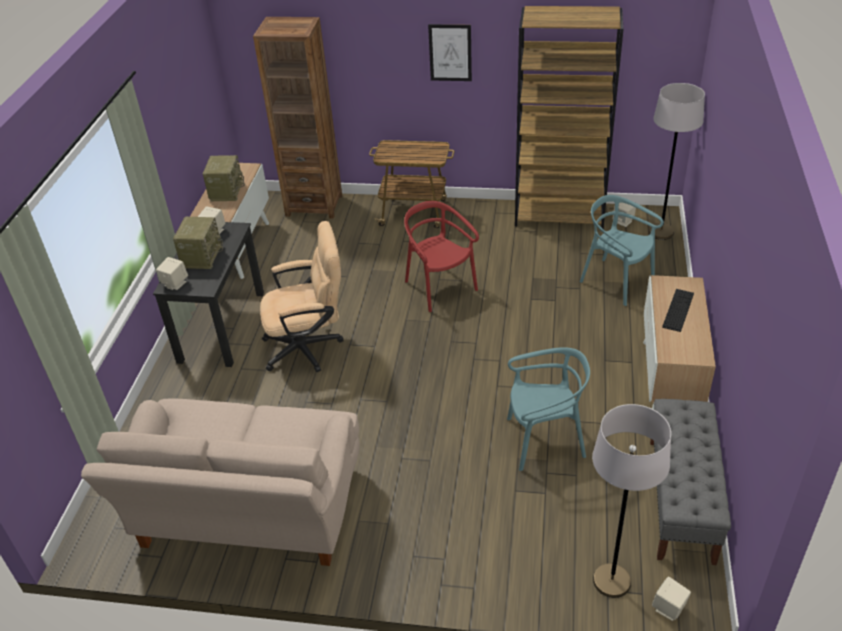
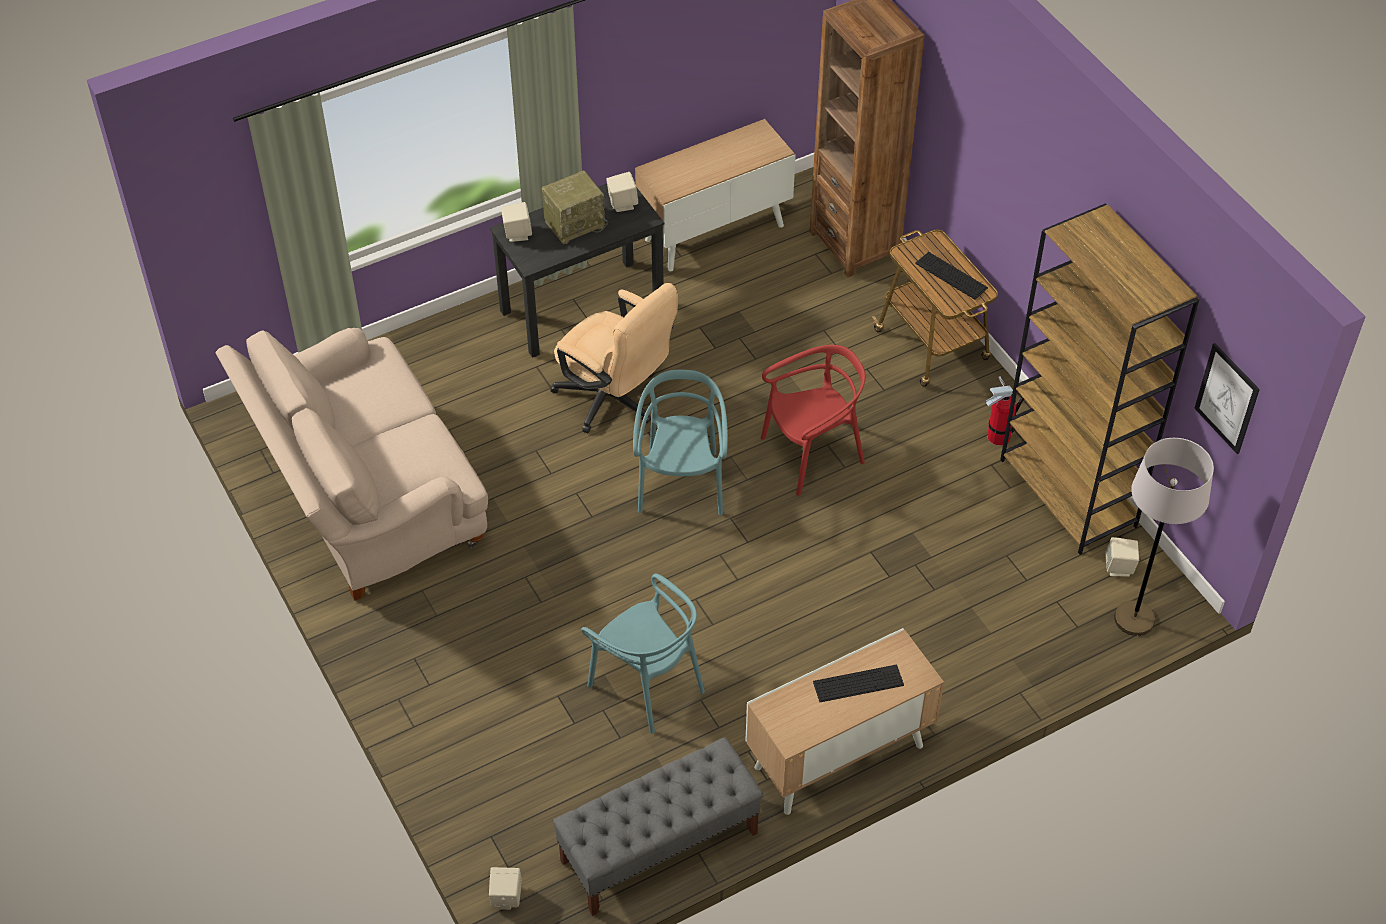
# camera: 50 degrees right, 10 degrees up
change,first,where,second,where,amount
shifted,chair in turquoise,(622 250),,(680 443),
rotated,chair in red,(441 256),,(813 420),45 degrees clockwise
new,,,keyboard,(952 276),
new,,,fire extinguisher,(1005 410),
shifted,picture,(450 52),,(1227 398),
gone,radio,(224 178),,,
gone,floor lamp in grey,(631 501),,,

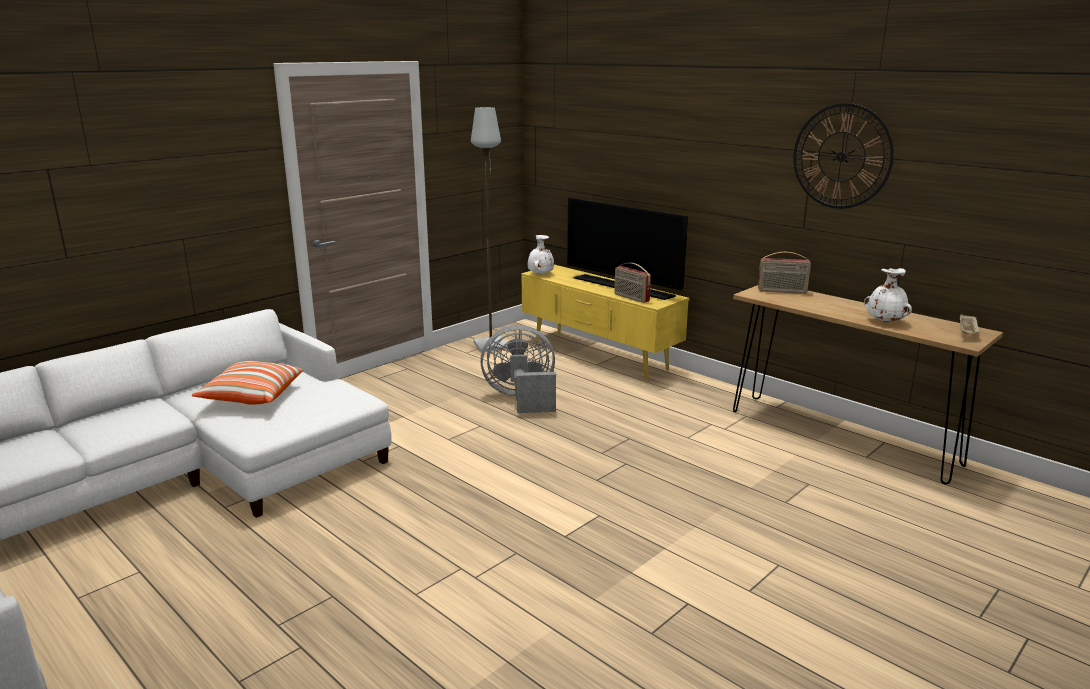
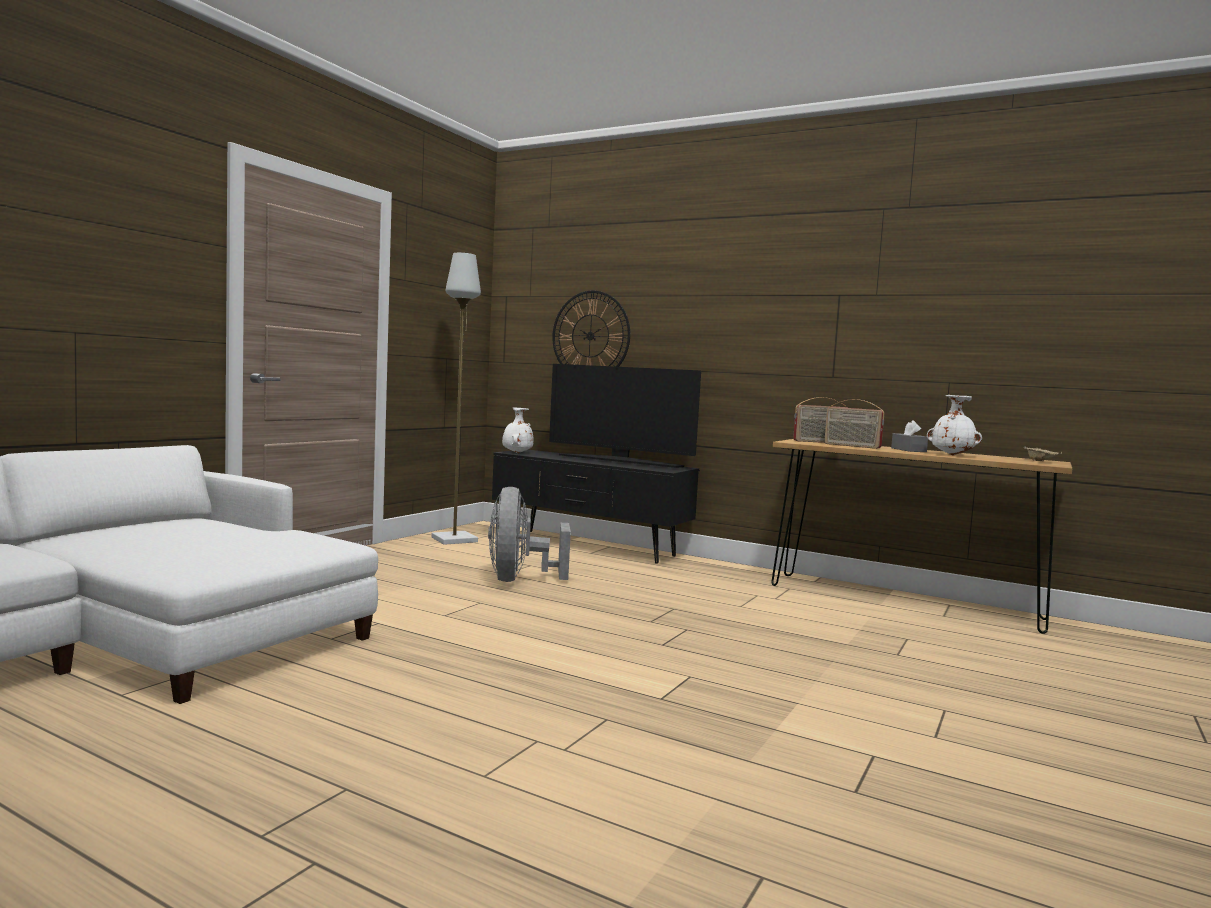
# camera: 15 degrees left, 15 degrees down
change,first,where,second,where,amount
rotated,fan in grey,(518 369),,(529 534),75 degrees counterclockwise
repainted,tv stand in yellow,(605 322),tv stand in black,(596 507),
shifted,wall clock,(843 156),,(591 328),
shifted,radio,(632 283),,(854 424),
new,,,tissue box in grey,(909 436),
gone,pillow,(247 383),,,

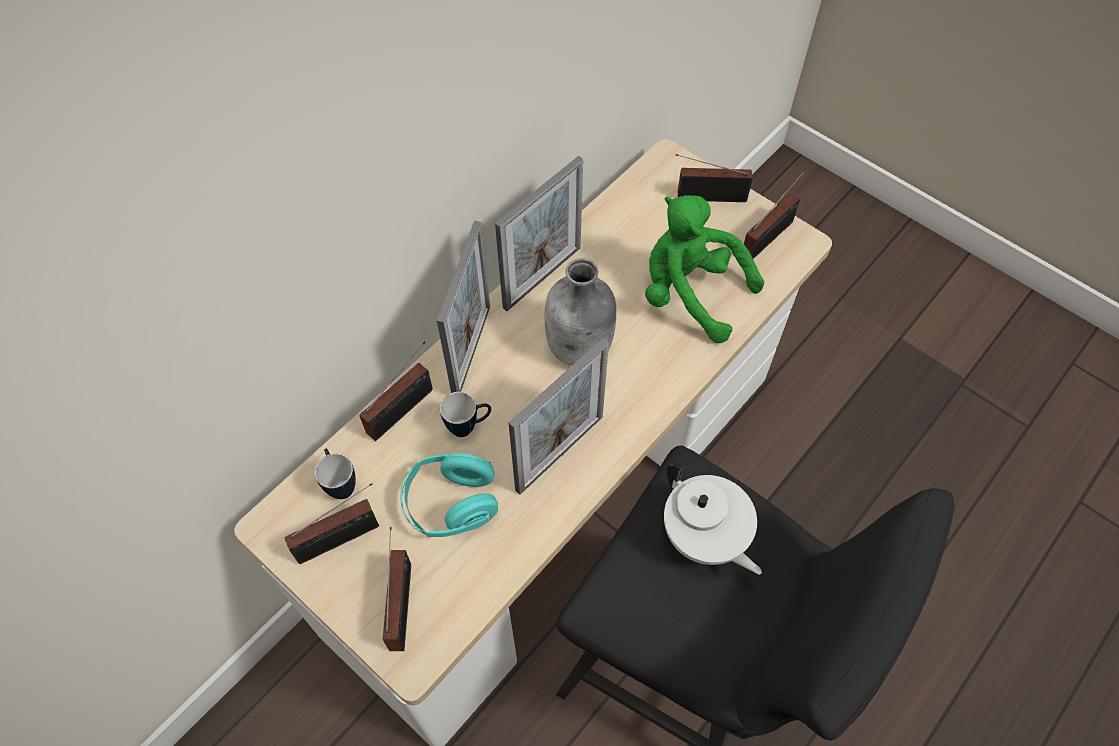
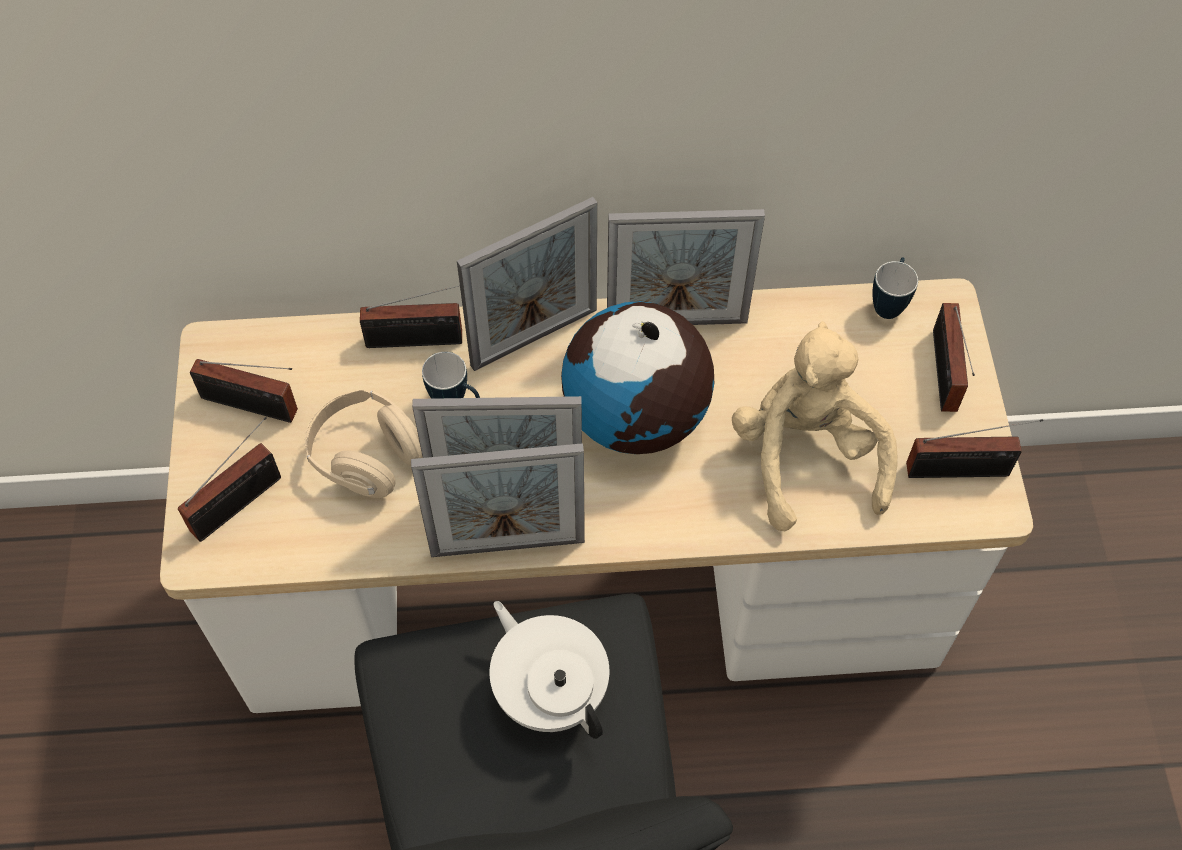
# camera: 45 degrees right, 0 degrees up
change,first,where,second,where,amount
repainted,headphones in turquoise,(449 495),headphones in beige,(363 444),
new,,,picture frame,(498 500),
rotated,teapot in white,(713 519),,(549 670),135 degrees clockwise
swapped,bottle in grey,(580 312),globe,(637 377),
repainted,plush toy in green,(704 269),plush toy in beige,(814 426),
shifted,mug,(335 473),,(895 288),
rotated,radio,(714 178),,(954 357),135 degrees counterclockwise

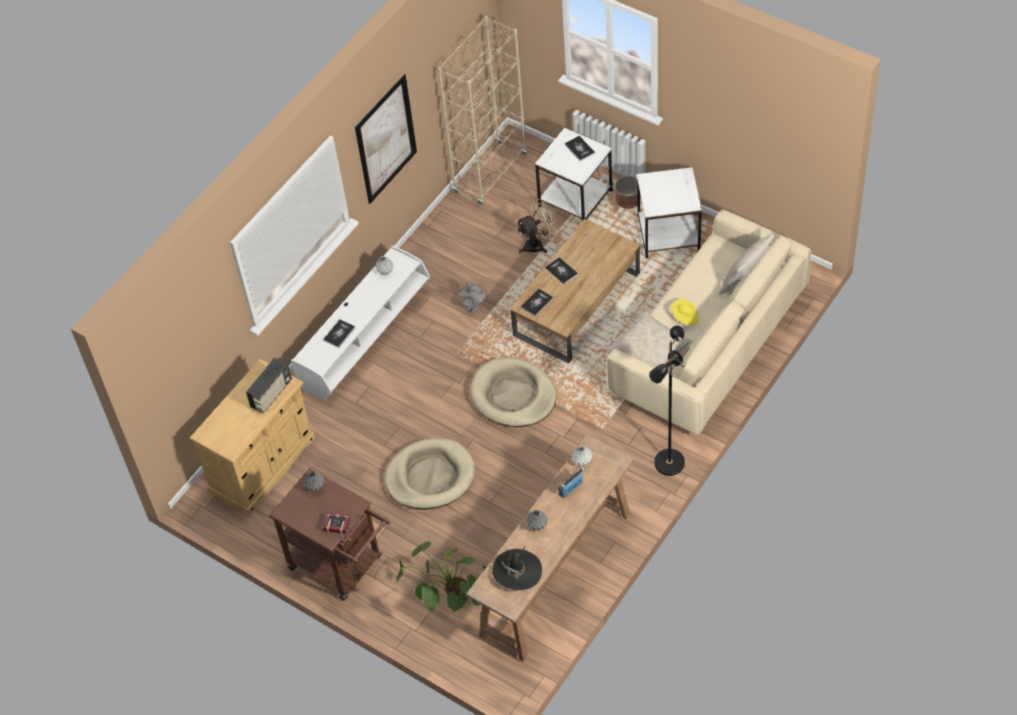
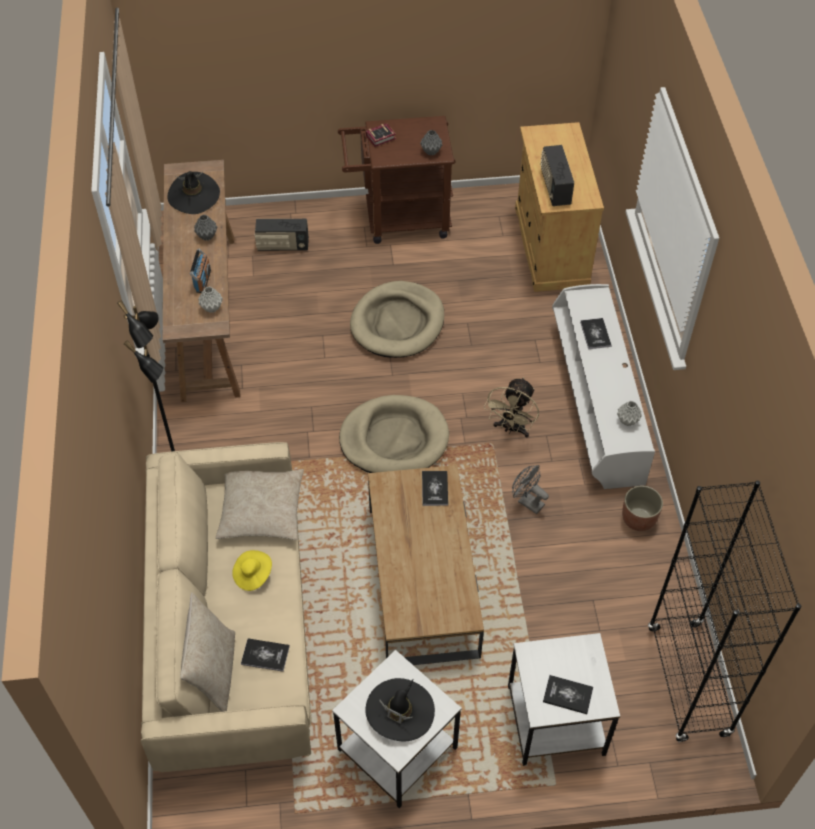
# camera: 135 degrees right, 0 degrees up
change,first,where,second,where,amount
shifted,book,(561 270),,(265 655),
swapped,potted plant,(441 577),radio,(282 235),
new,,,hat in black,(400 709),
shifted,fan in beige,(537 226),,(511 407),
shifted,planter,(627 192),,(642 508),
repainted,bookcase in beige,(482 111),bookcase in black,(724 611),
gone,picture,(386 139),,,

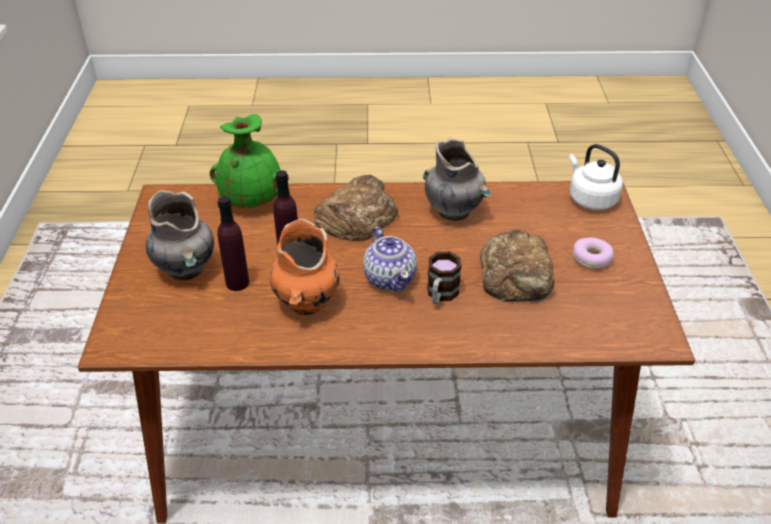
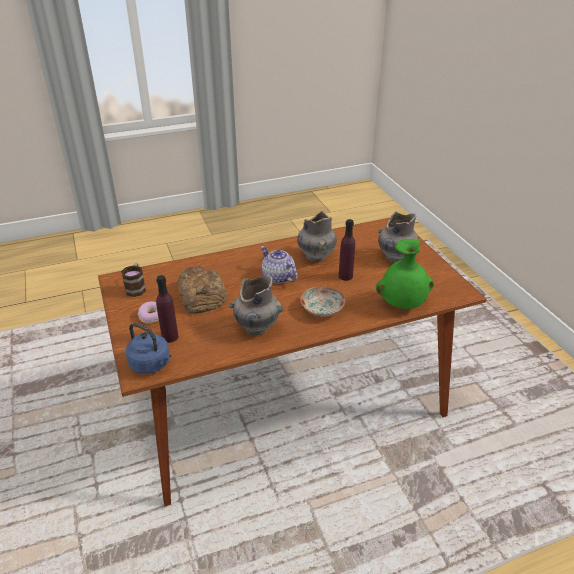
# camera: 160 degrees right, 5 degrees down
change,first,where,second,where,amount
shifted,mug,(444 278),,(133 280),
repainted,kettle in white,(596 177),kettle in blue,(148 348),
shifted,bottle in purple,(233 243),,(167 309),
repainted,vase in orange,(304 267),vase in grey,(317 236),
swapped,bread,(356 208),plate,(322 302),

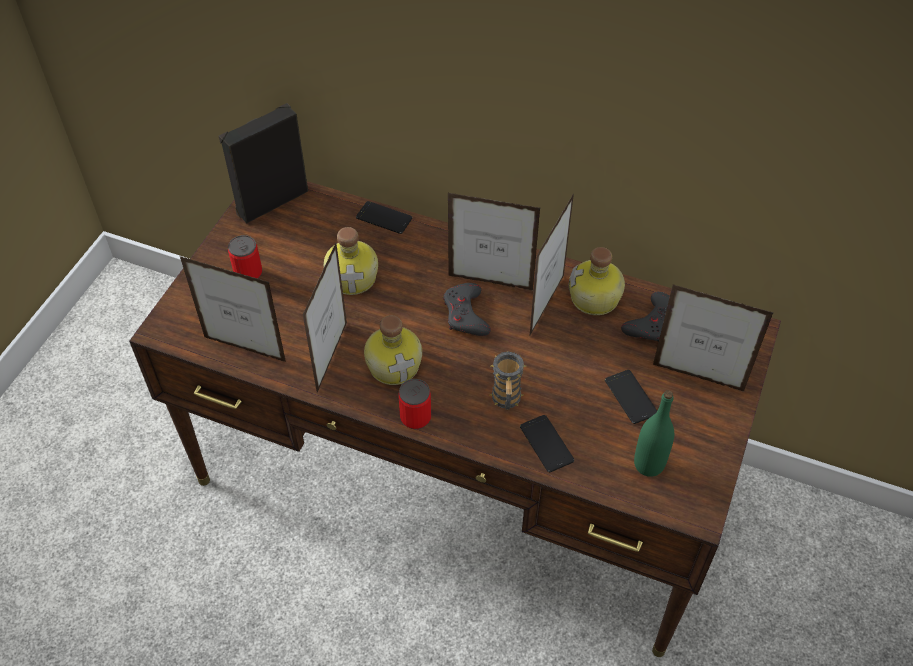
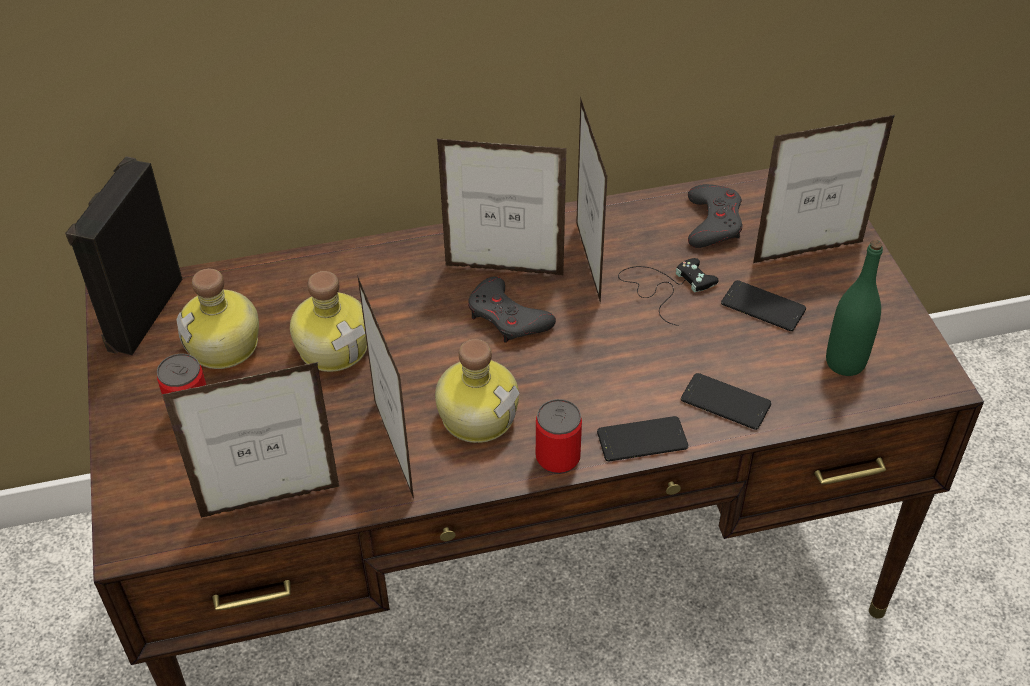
# camera: 35 degrees left, 5 degrees down
change,first,where,second,where,amount
shifted,bottle,(597 281),,(217 318),
rotated,picture frame,(494 242),,(501 206),150 degrees counterclockwise
shifted,phone,(384 217),,(643 438),
new,,,game controller in black,(668 292),
gone,mug,(508 381),,,

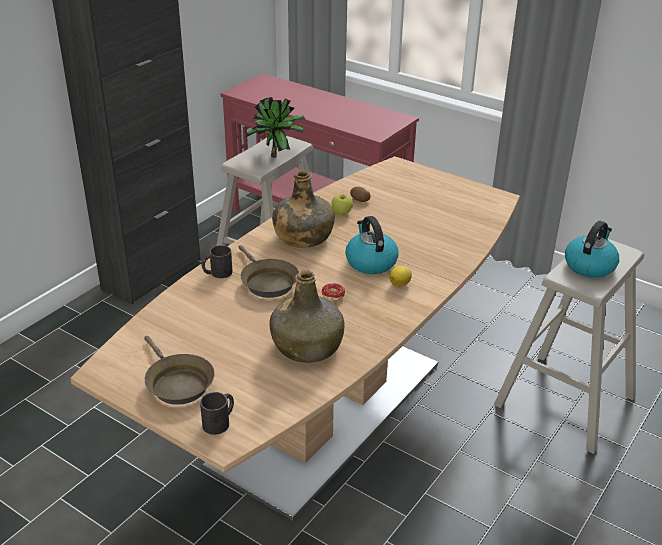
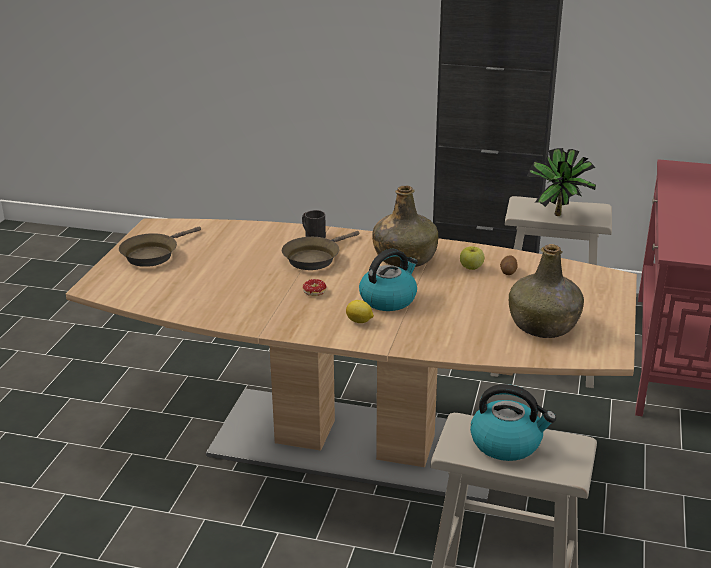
# camera: 70 degrees right, 5 degrees down
change,first,where,second,where,amount
shifted,bottle in green,(307 317),,(546 291),
gone,mug in black,(217 413),,,

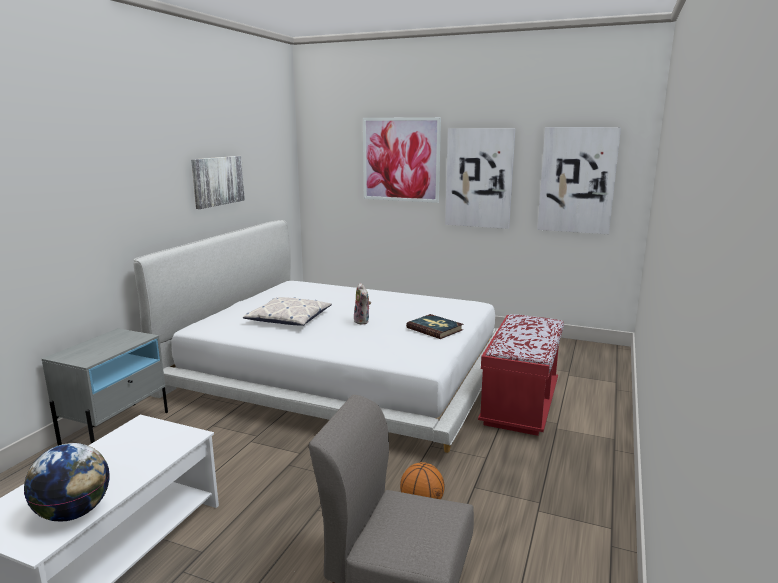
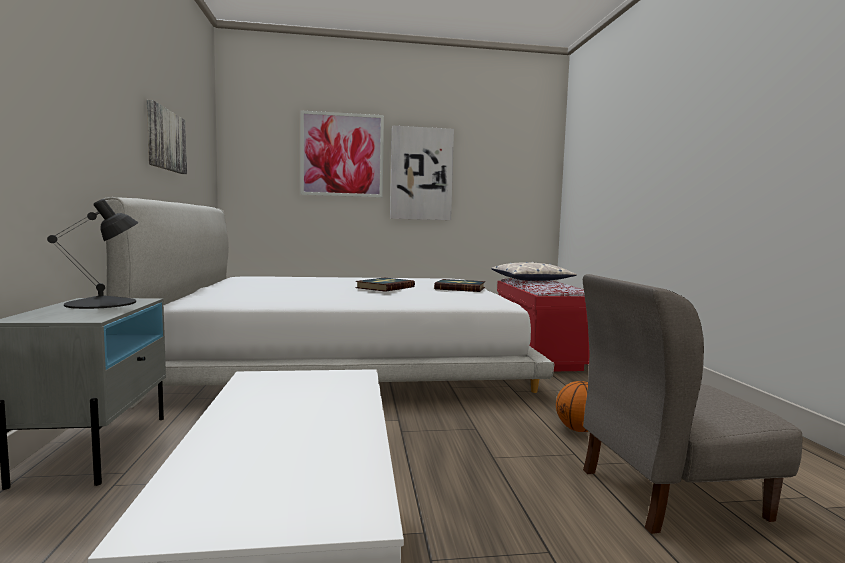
# camera: 30 degrees left, 10 degrees down
change,first,where,second,where,amount
new,,,table lamp in black,(93 254),
swapped,plush toy,(362 304),book,(385 285),
shifted,pillow,(287 311),,(534 271),
gone,globe,(67 482),,,
gone,picture,(579 180),,,

